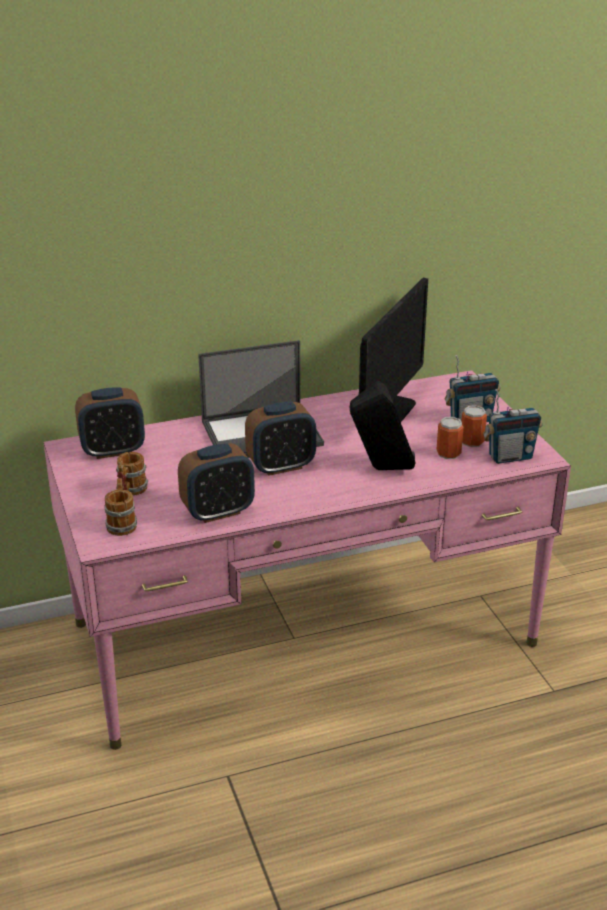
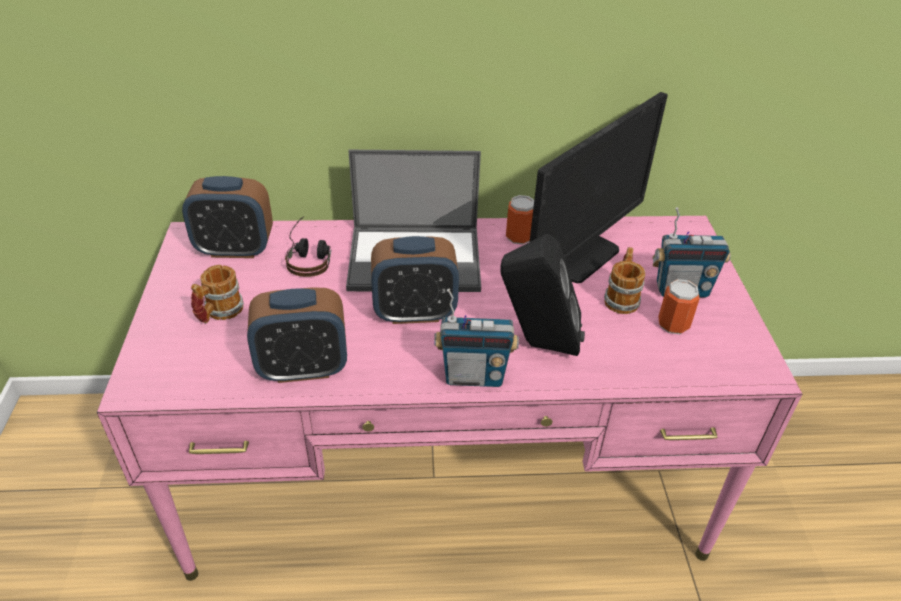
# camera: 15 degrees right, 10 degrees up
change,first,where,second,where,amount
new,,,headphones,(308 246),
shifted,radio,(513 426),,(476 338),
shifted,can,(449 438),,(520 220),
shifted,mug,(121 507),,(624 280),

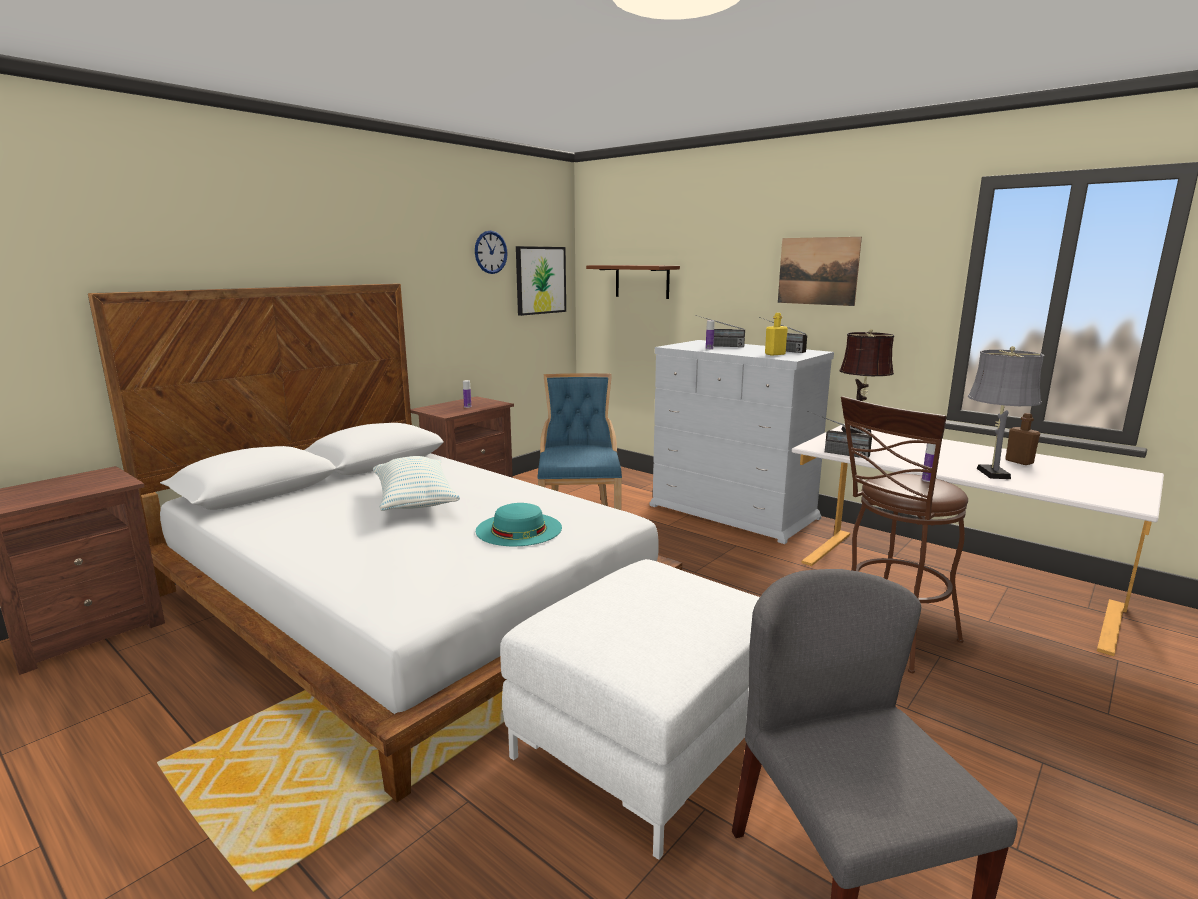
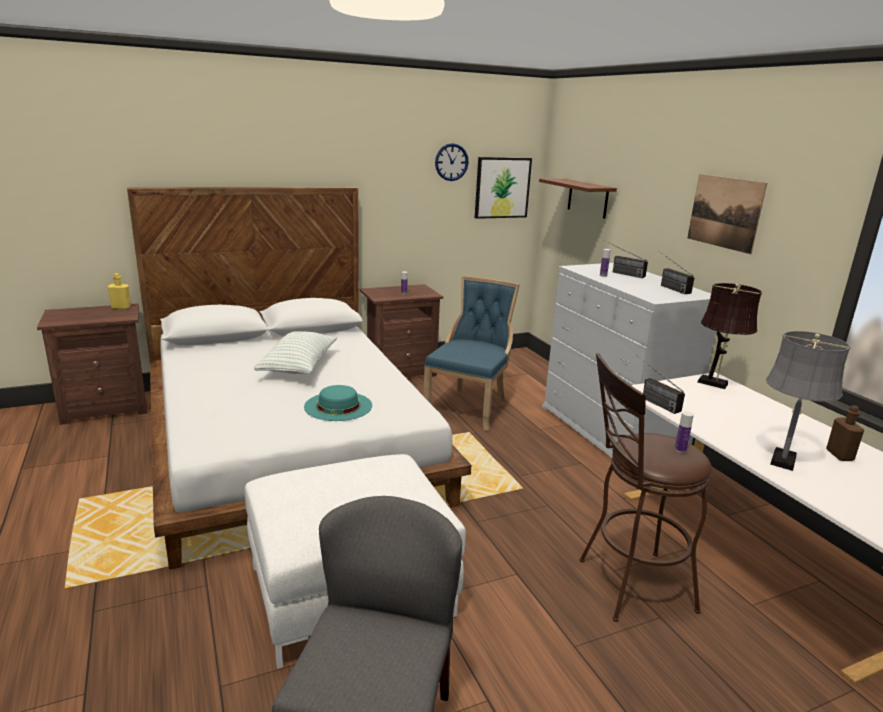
# camera: 25 degrees right, 5 degrees up
change,first,where,second,where,amount
shifted,bottle in yellow,(776 334),,(119 291),

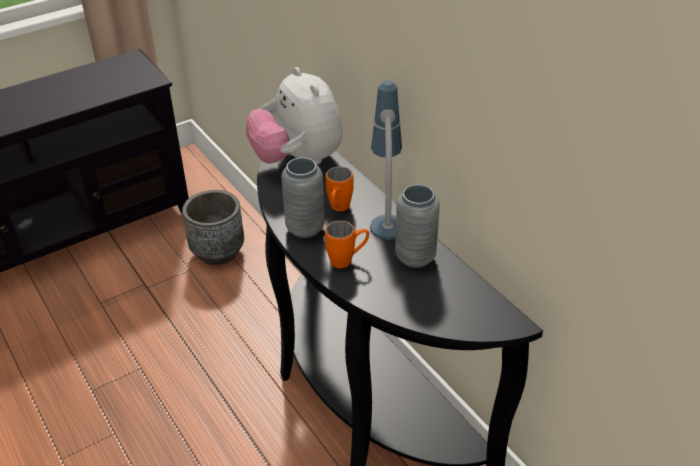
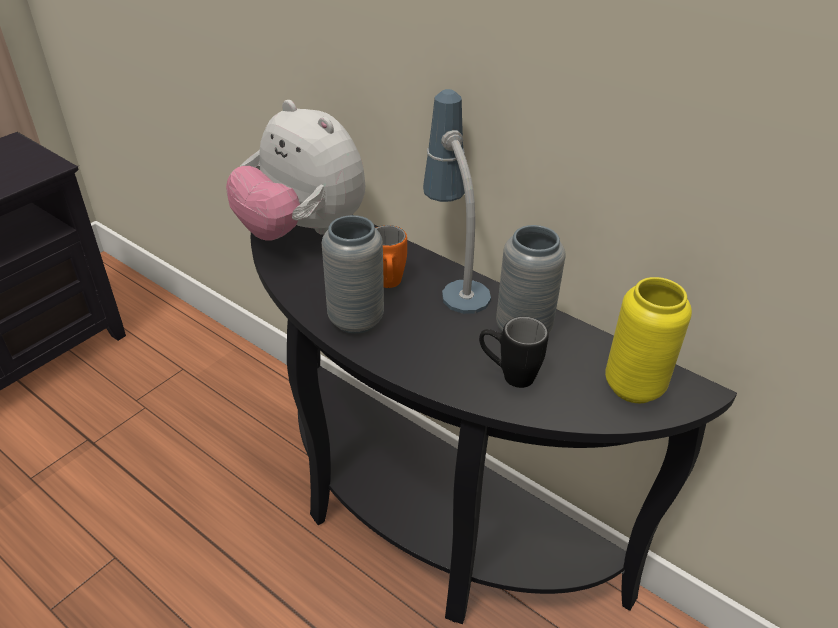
# camera: 20 degrees left, 0 degrees up
change,first,where,second,where,amount
new,,,mug in black,(514 352),
new,,,vase in yellow,(648 340),
gone,planter in grey,(213 227),,,
gone,mug in orange,(347 244),,,

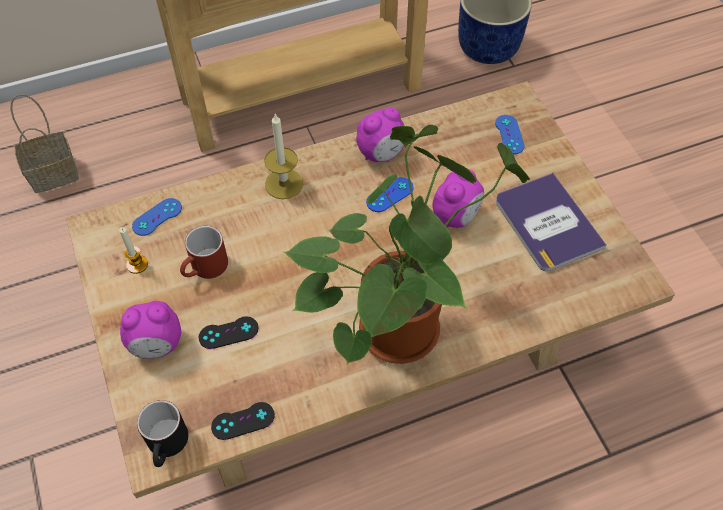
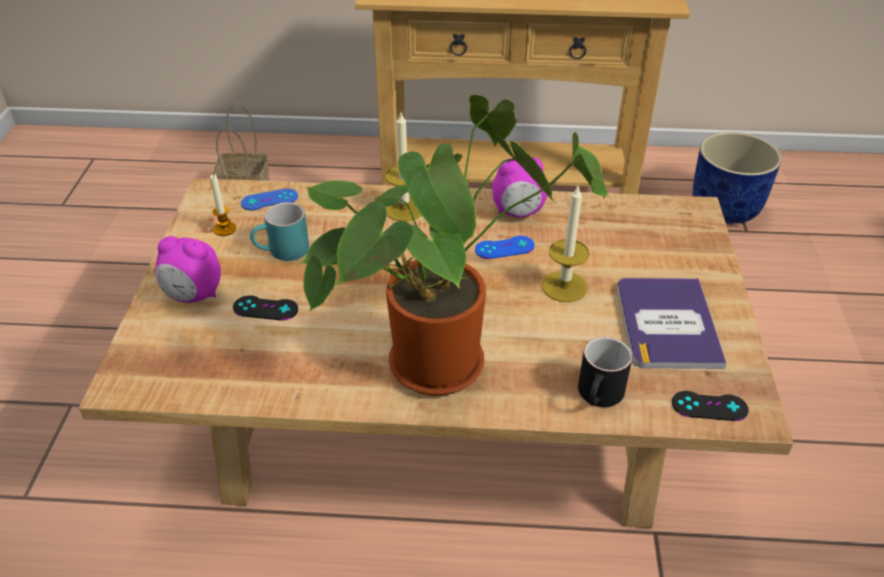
# camera: 25 degrees right, 15 degrees down
change,first,where,second,where,amount
repainted,mug in red,(204 252),mug in turquoise,(279 231),
swapped,alarm clock,(458 198),candle,(565 244),
shifted,mug in black,(162 433),,(605 372),
shifted,game controller in black,(243 421),,(710 406),
gone,game controller in blue,(510 134),,,

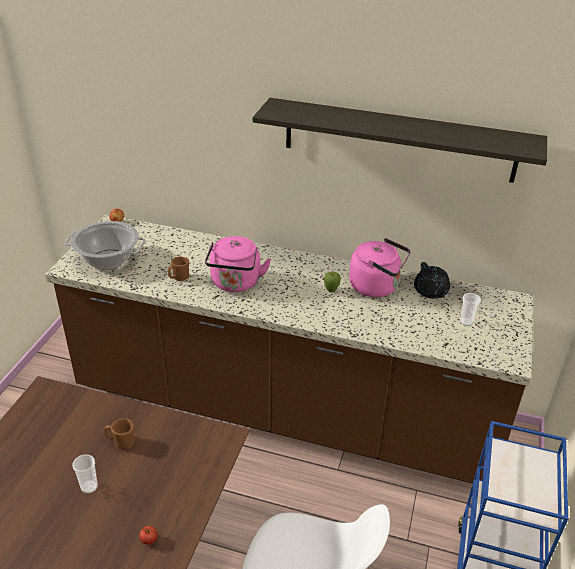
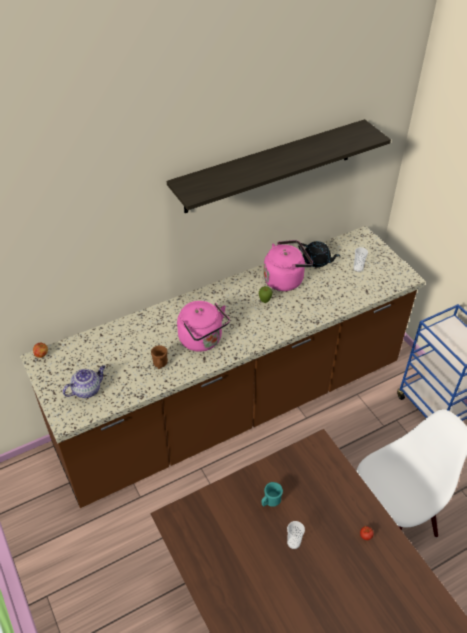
# camera: 45 degrees left, 10 degrees up
change,first,where,second,where,amount
swapped,cooking pot,(105 245),teapot,(84 381),
repainted,mug in brown,(119 433),mug in turquoise,(272 494),

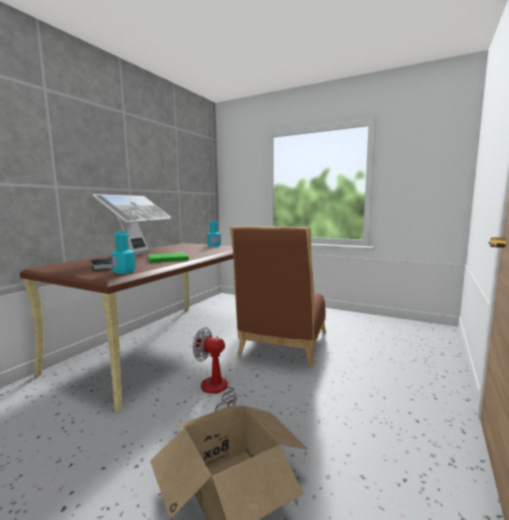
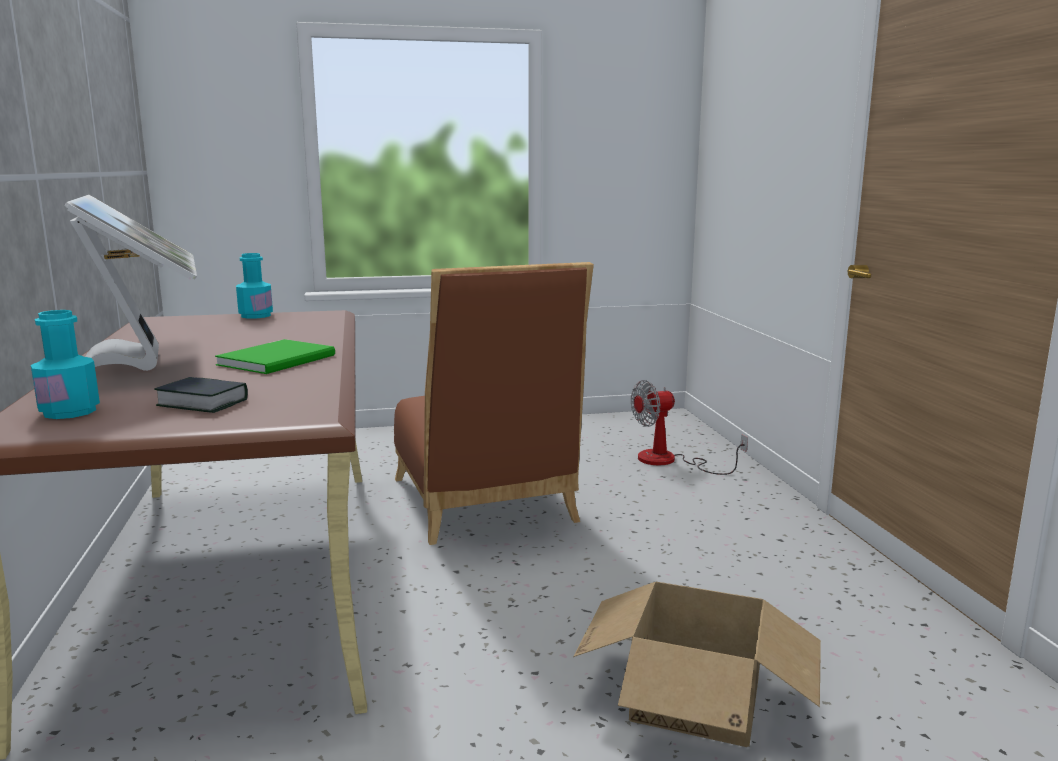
# camera: 40 degrees left, 5 degrees up
change,first,where,second,where,amount
shifted,bottle in turquoise,(123 253),,(65 364),
shifted,fan,(215 369),,(689 427),

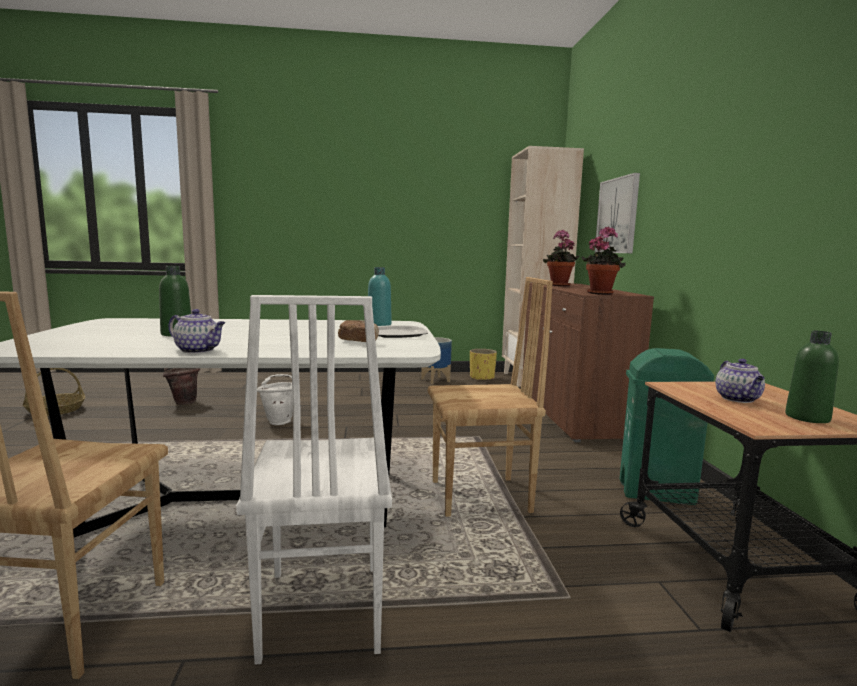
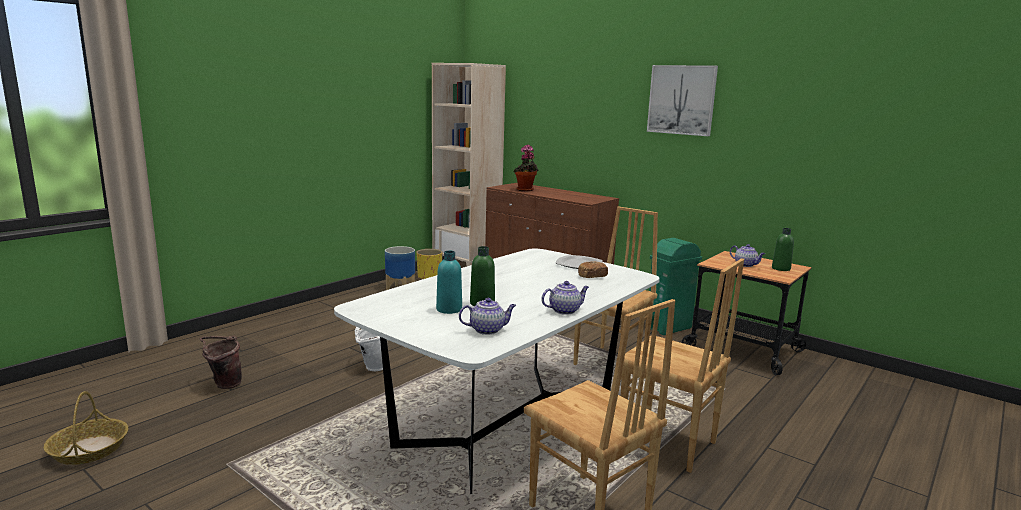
# camera: 45 degrees left, 5 degrees up
change,first,where,second,where,amount
shifted,bottle in turquoise,(380 296),,(449 282),
new,,,teapot,(487 316),
repainted,chair in white,(314 480),chair in brown,(682 365),
shifted,picture,(617 213),,(682 100),
gone,potted plant,(604 261),,,

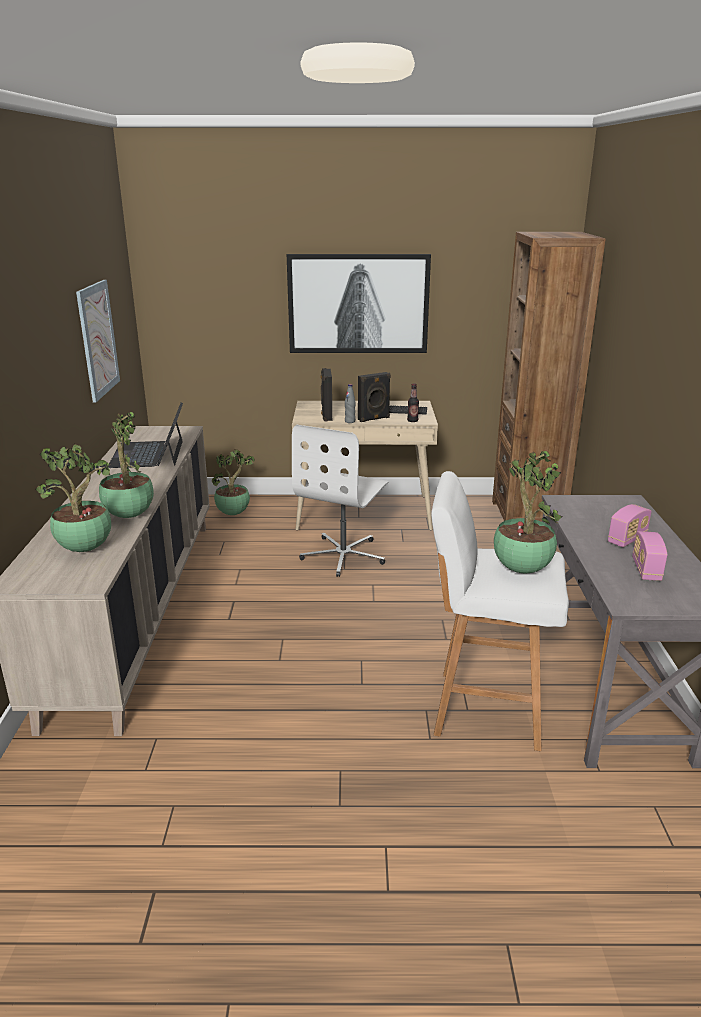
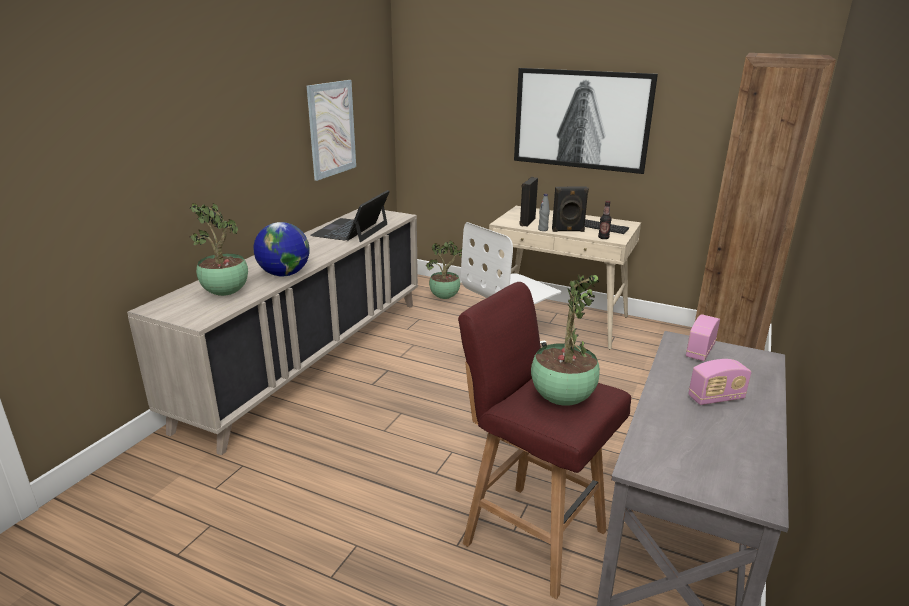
# camera: 25 degrees right, 0 degrees up
change,first,where,second,where,amount
swapped,potted plant,(126 465),globe,(282 249),
repainted,stool in white,(500 611),stool in red,(544 440),
shifted,radio,(649 556),,(703 337),

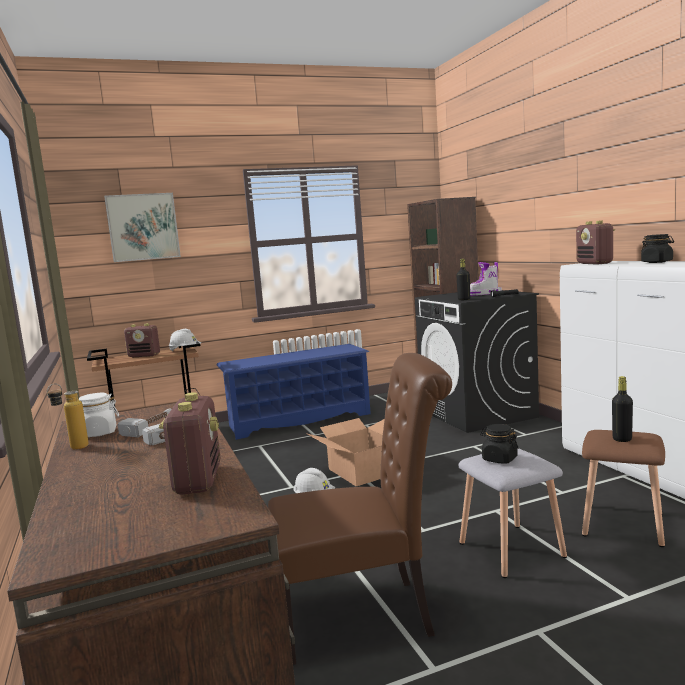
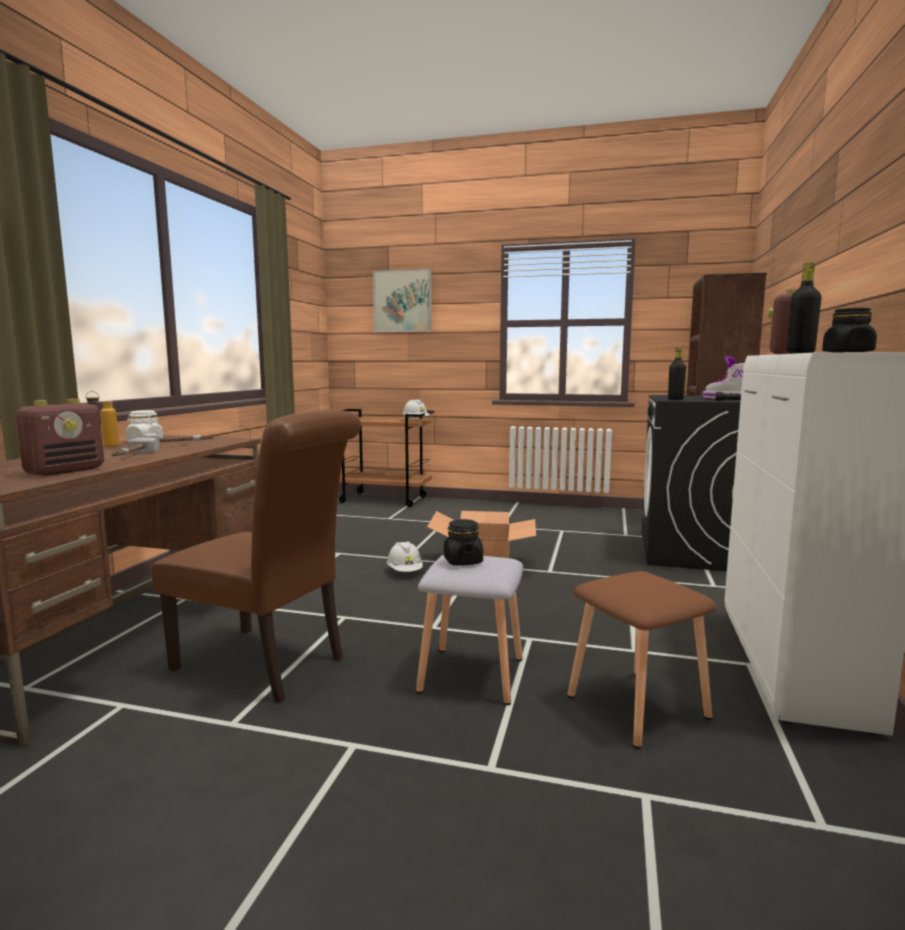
# camera: 35 degrees right, 0 degrees up
change,first,where,second,where,amount
shifted,bottle in black,(622 409),,(804 307),
gone,radio,(142 340),,,
gone,shoe rack in blue,(293 392),,,

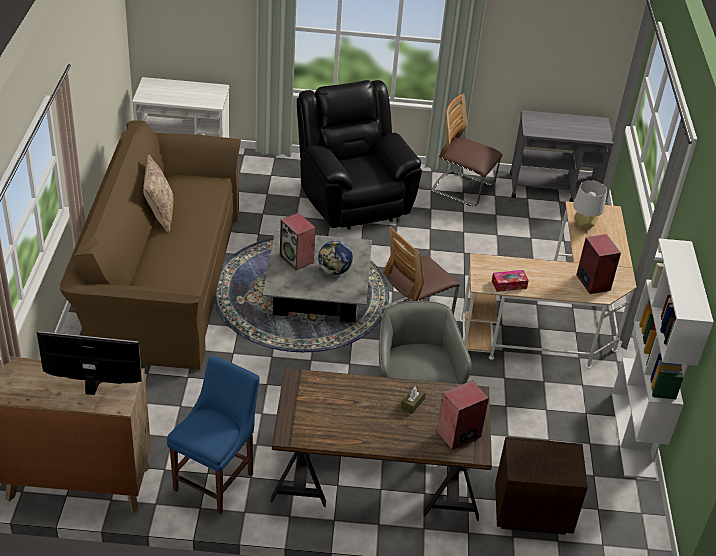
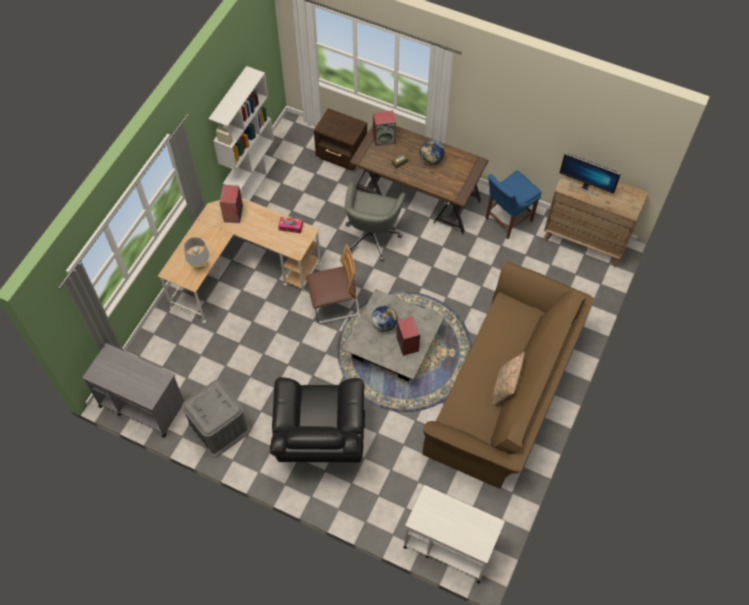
# camera: 155 degrees left, 20 degrees up
change,first,where,second,where,amount
swapped,chair,(466 150),storage box in grey,(216 418),
new,,,globe,(432 152),

